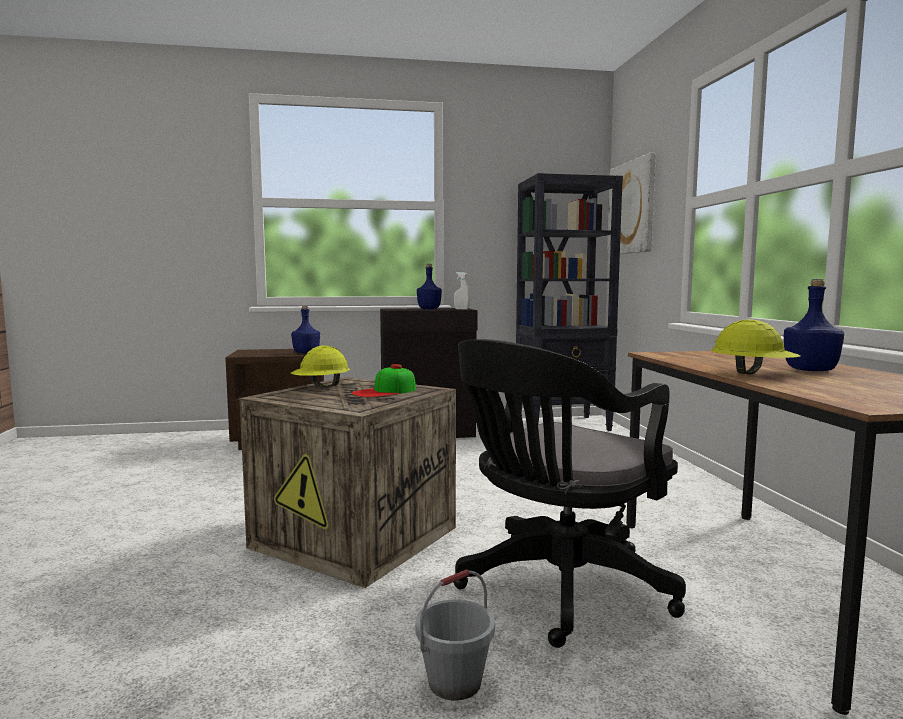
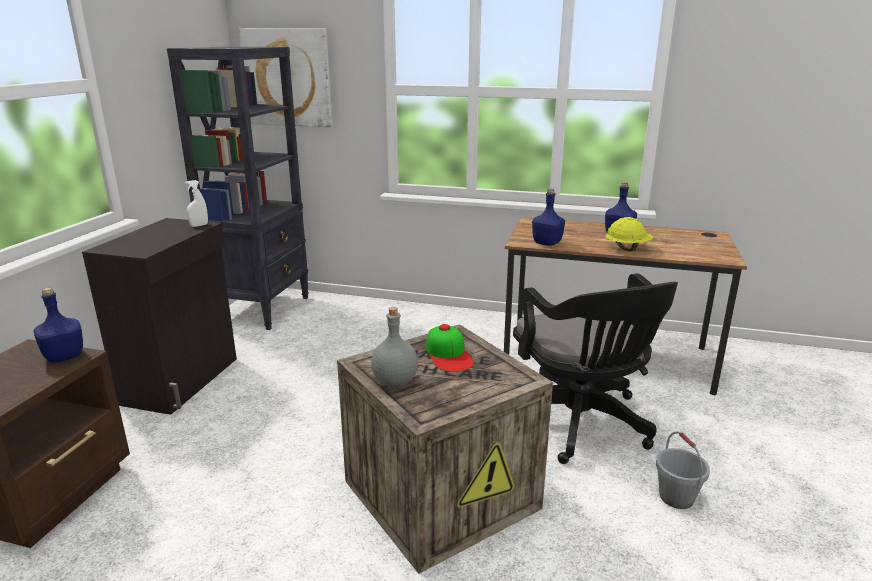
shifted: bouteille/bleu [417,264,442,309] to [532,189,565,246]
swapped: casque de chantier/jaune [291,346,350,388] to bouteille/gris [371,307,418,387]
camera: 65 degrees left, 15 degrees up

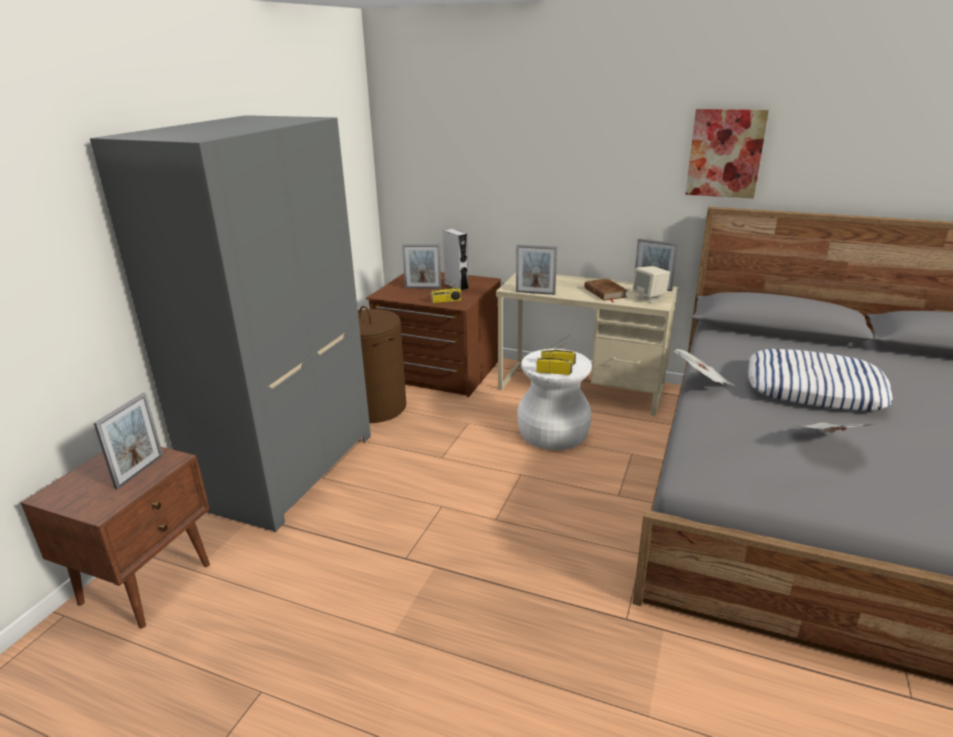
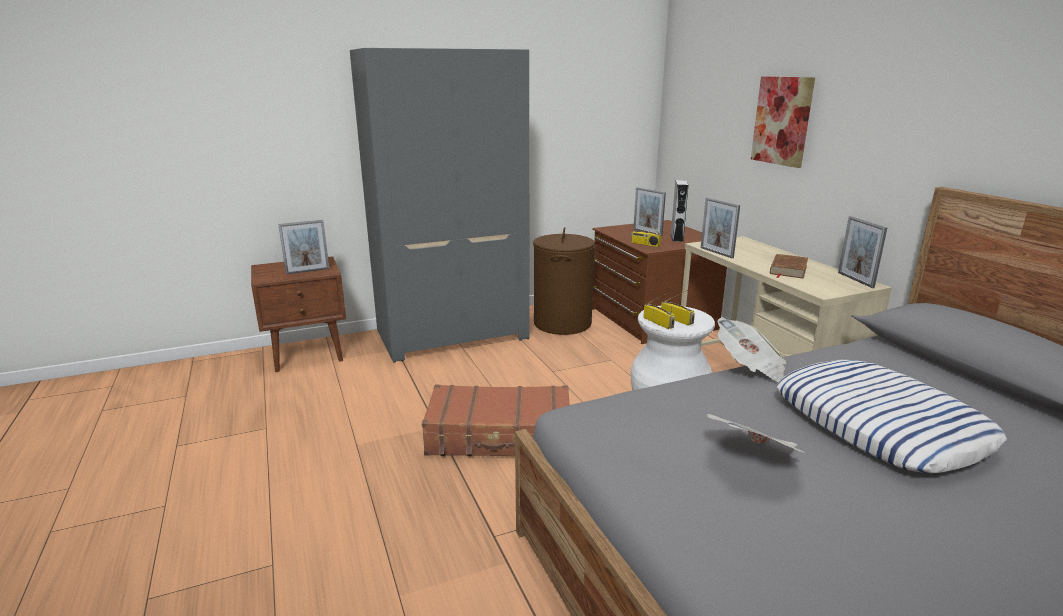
gone: enceinte/beige [632,266,670,303]
new: valise/marron [422,385,570,456]
shifted: tableau [685,109,769,199] to [751,76,815,168]
camera: 45 degrees right, 5 degrees down

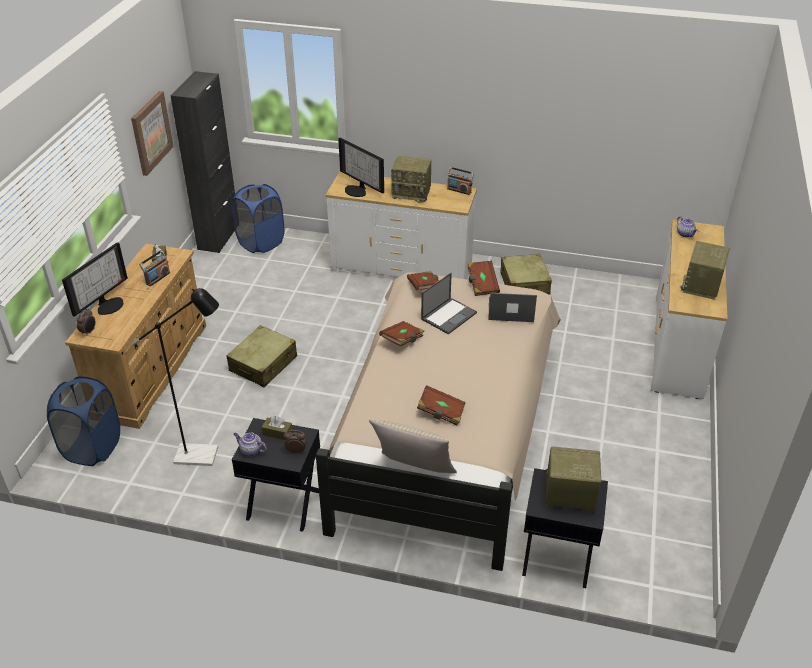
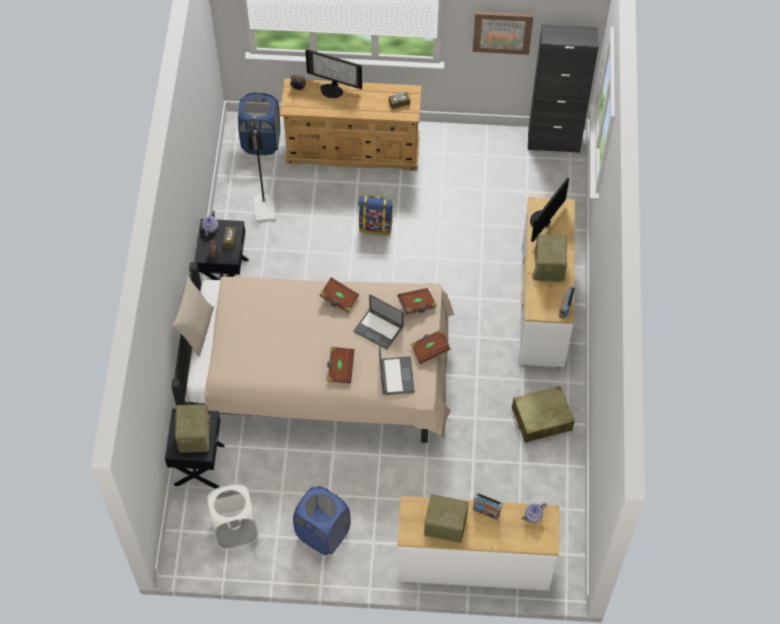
new: panier à linge/blanc [206,484,258,549]
shifted: radio [139,250,170,286] to [473,493,503,519]; panier à linge/bleu [232,184,285,253] to [293,486,351,555]; livre/marron [417,385,466,425] to [327,347,354,384]
swapped: valise/beige [226,325,297,388] to sac à dos [358,194,393,236]
camera: 80 degrees right, 20 degrees up

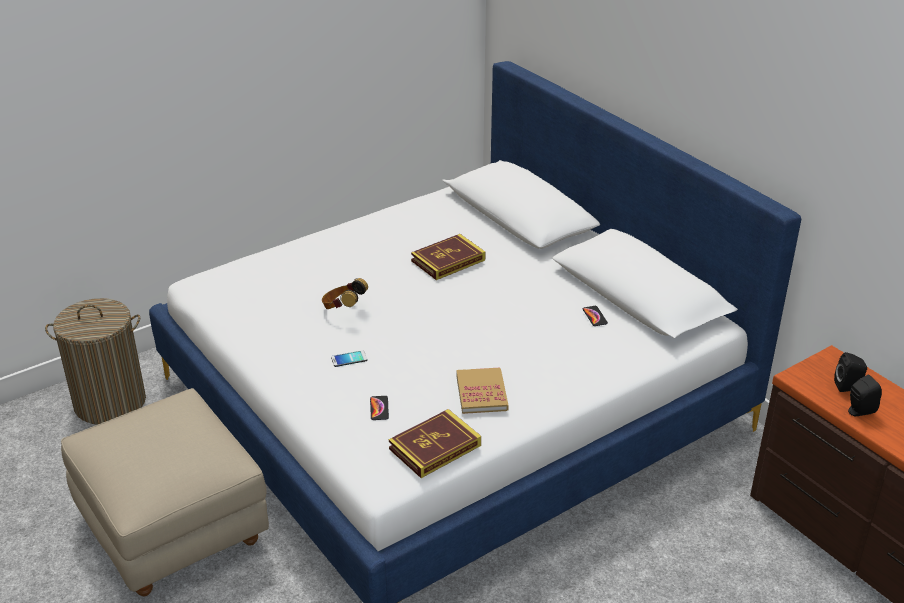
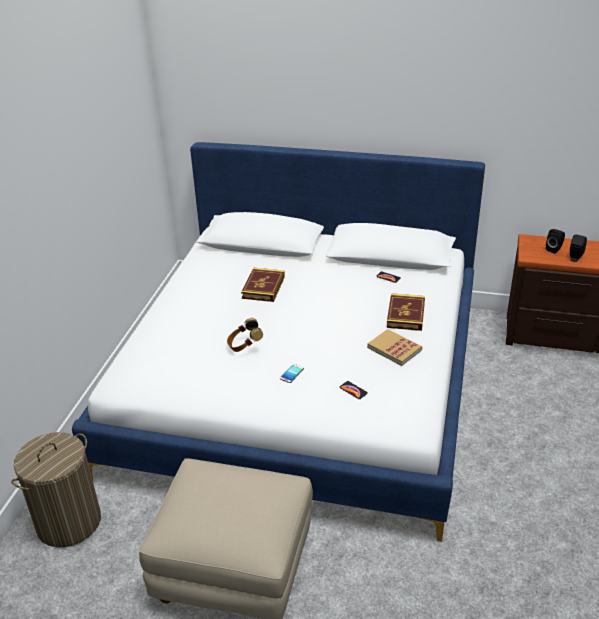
shifted: livre [389,409,481,478] to [387,293,425,331]
camera: 40 degrees left, 0 degrees up

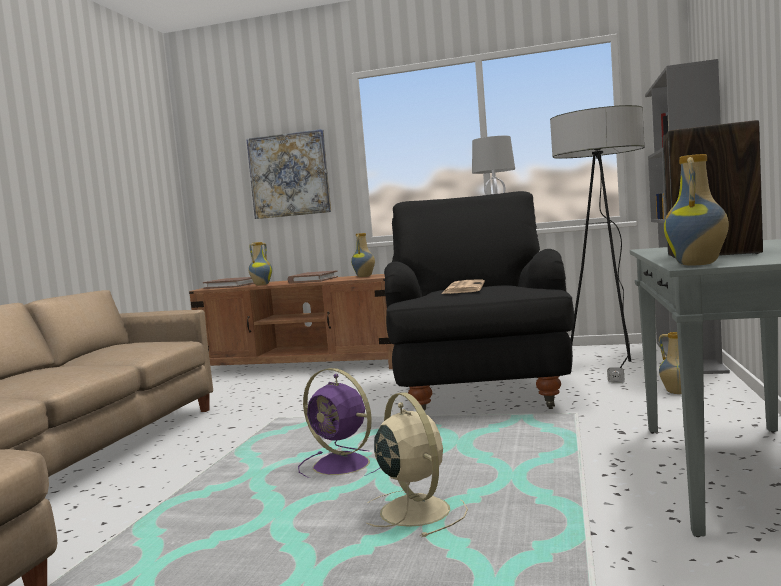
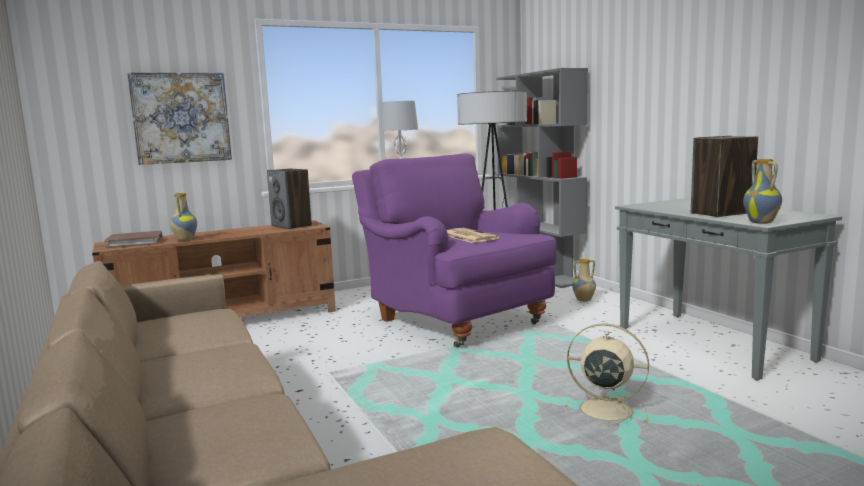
gone: livre/marron [287,270,338,284]; ventilateur/violet [298,368,380,478]
swapped: vase [351,233,375,277] to enceinte [267,169,312,229]
repainted: fauteuil/noir [384,191,574,412] to fauteuil/violet [352,153,557,348]
camera: 40 degrees left, 5 degrees up

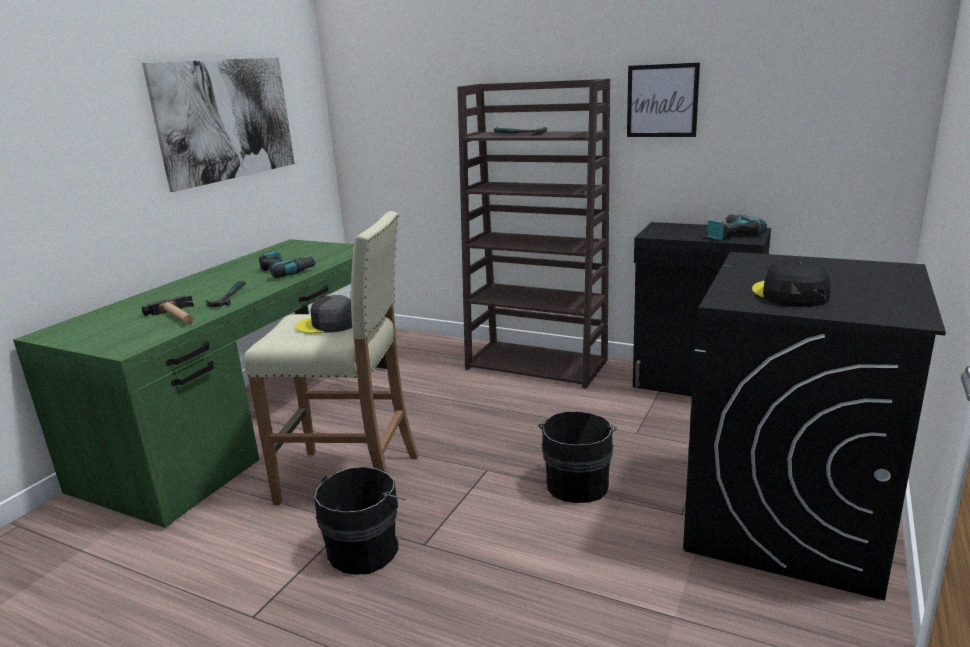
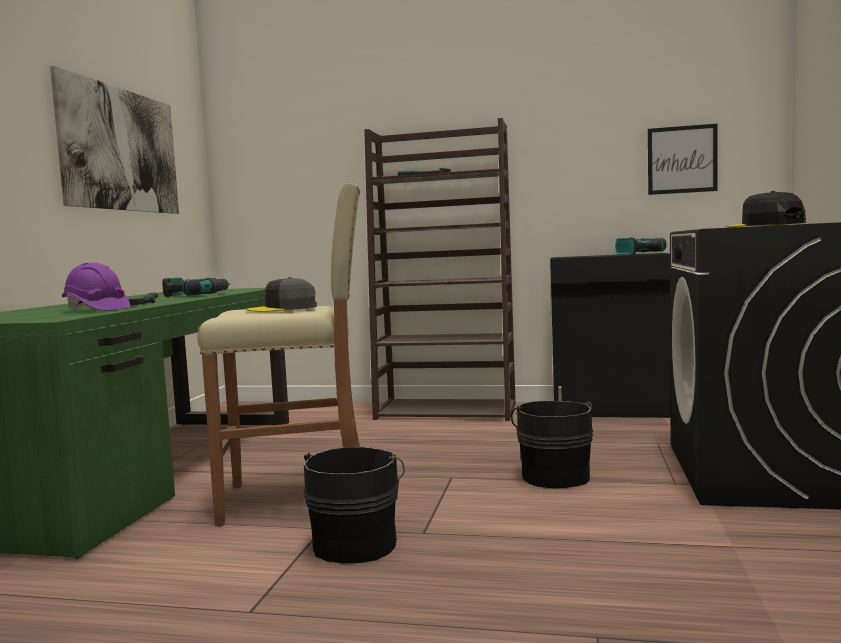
shifted: tableau [627,63,700,137] to [648,124,718,195]
swapped: marteau [142,296,194,325] to casque de chantier/violet [62,262,130,310]
camera: 15 degrees left, 15 degrees down

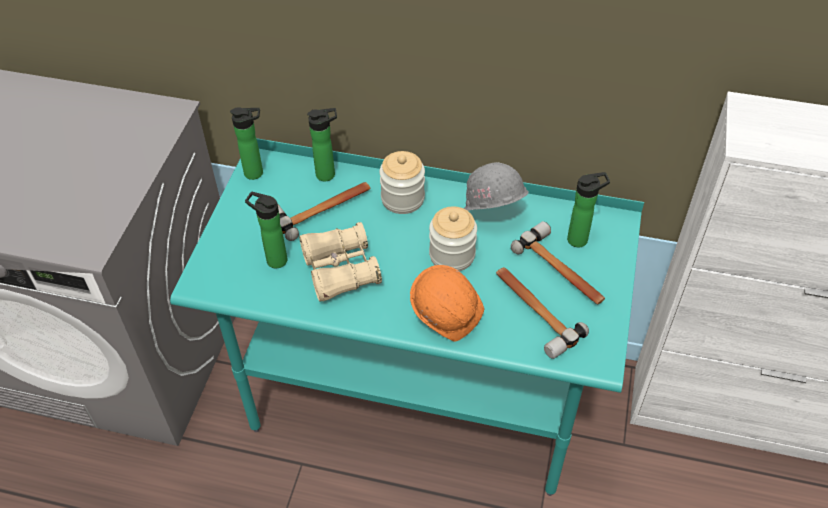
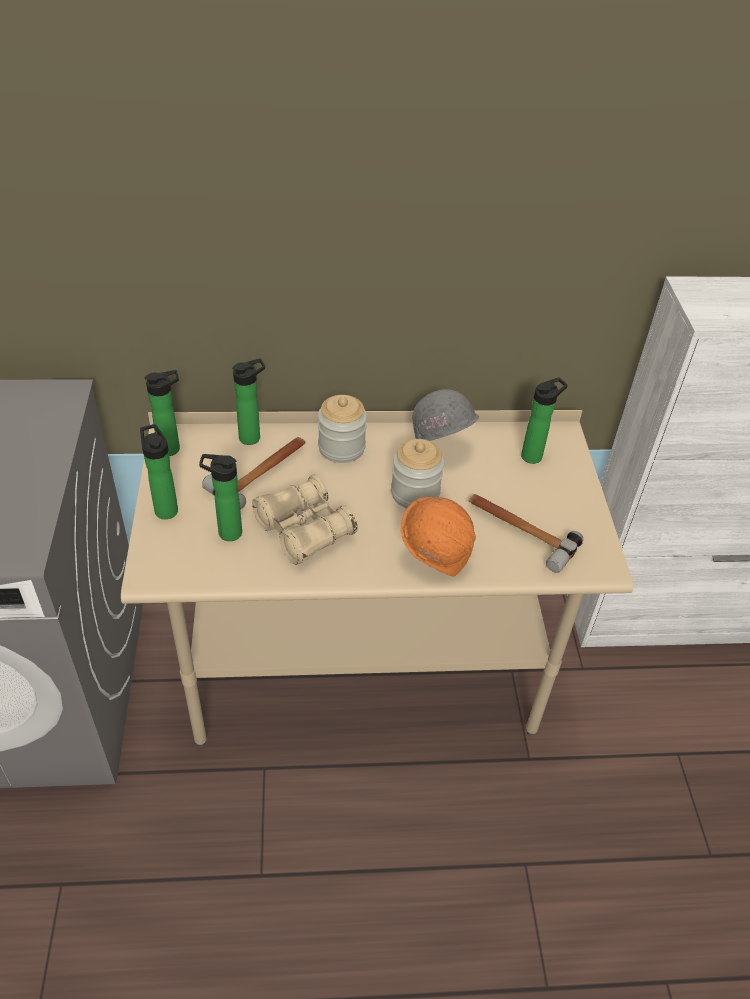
gone: marteau [511,221,605,304]
new: bouteille [140,424,178,519]
repainted: bureau/turquoise [170,138,644,496] to bureau/beige [121,410,633,747]
camera: 20 degrees left, 5 degrees down

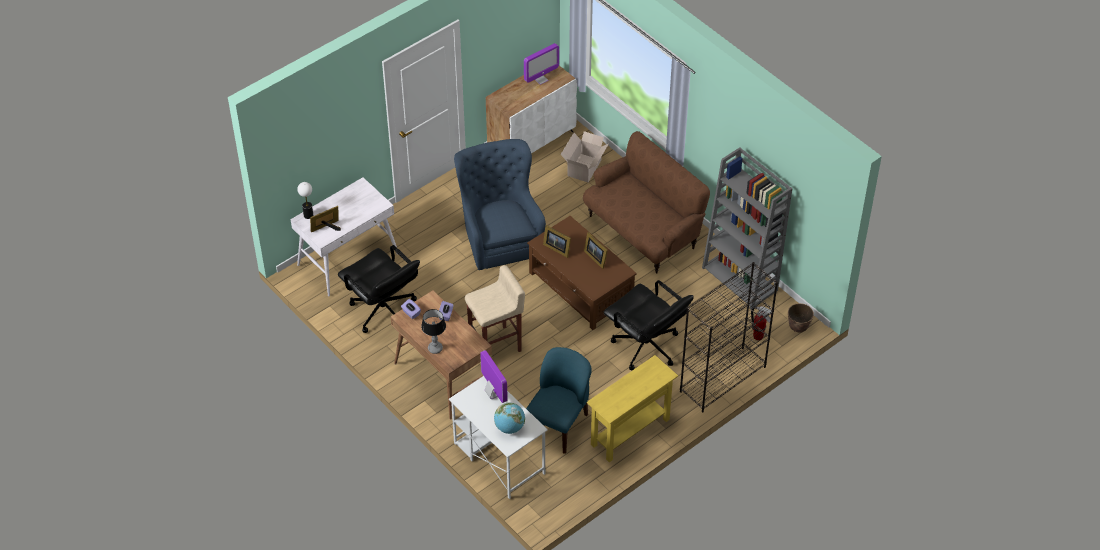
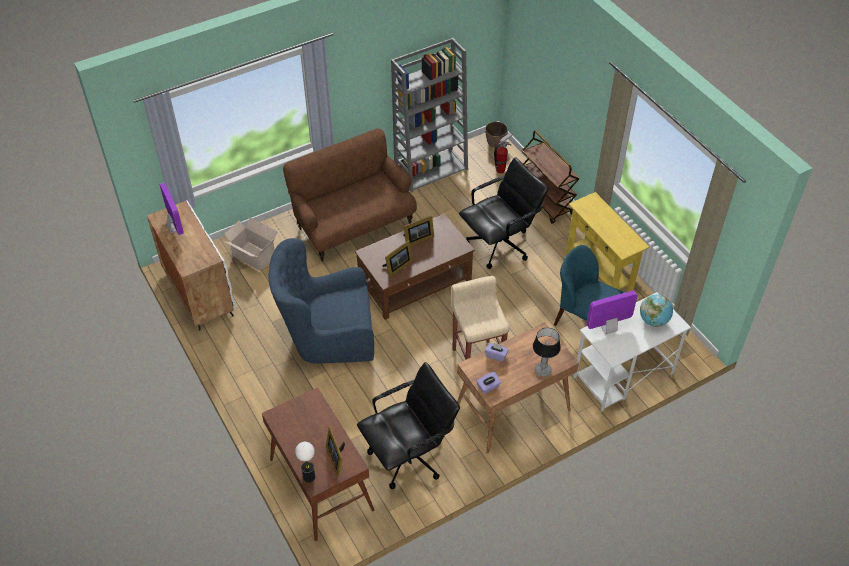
swapped: bibliothèque/noir [680,262,778,412] to chariot/marron [522,130,580,224]
repainted: bureau/blanc [290,177,398,296] to bureau/marron [262,387,374,541]
camera: 80 degrees left, 0 degrees up

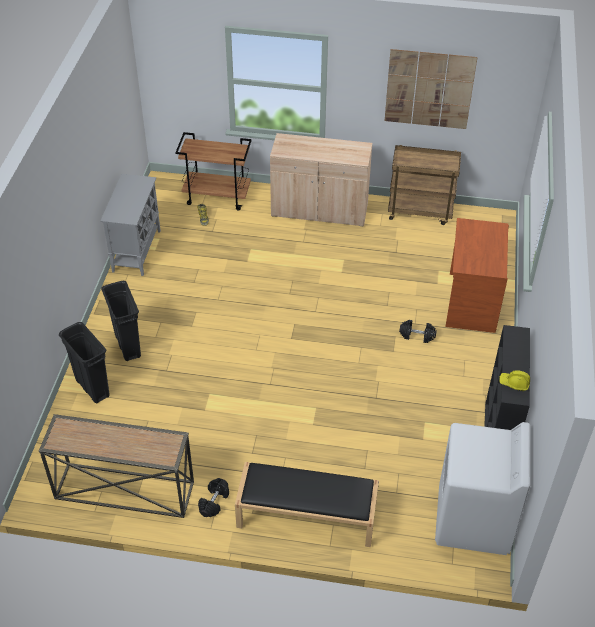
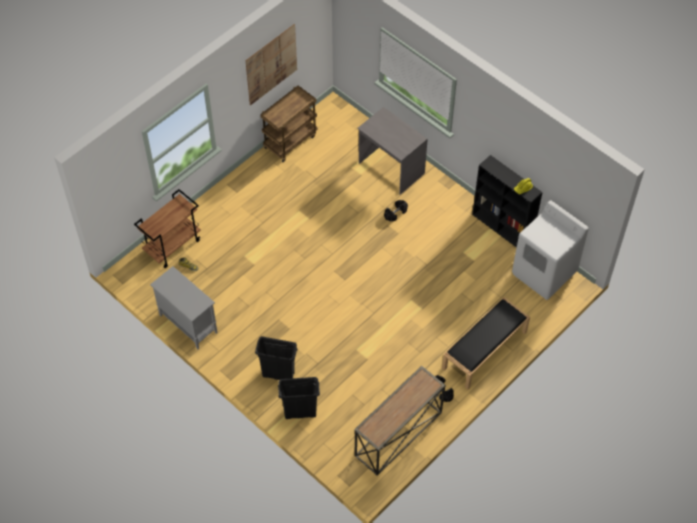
gone: meuble de rangement/beige [270,133,372,226]
repainted: bureau/marron [445,218,509,333] to bureau/gris [357,107,428,195]
camera: 55 degrees left, 10 degrees up

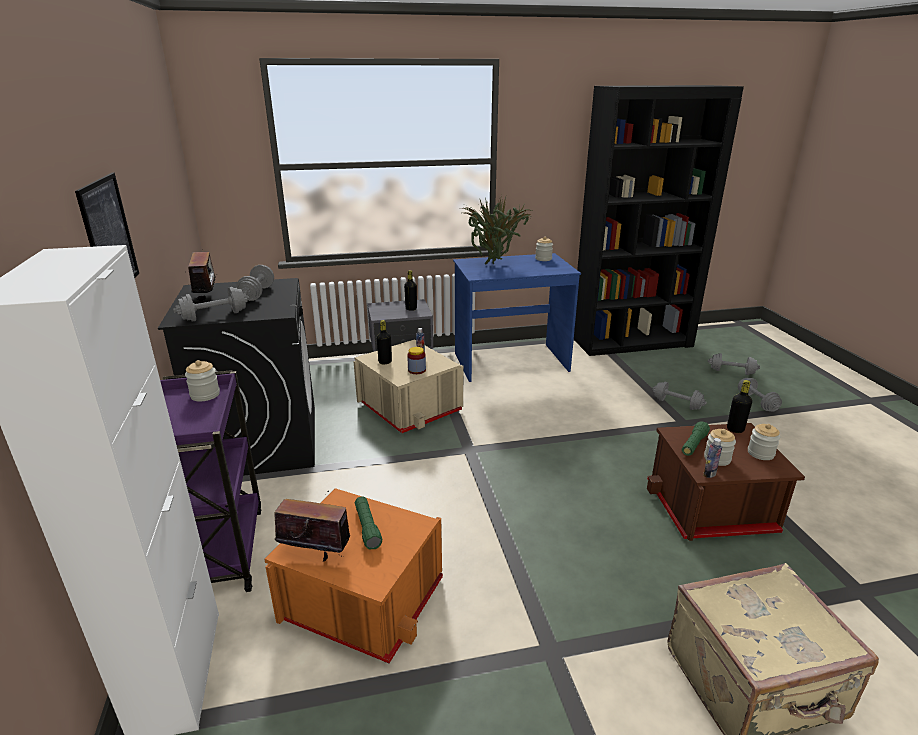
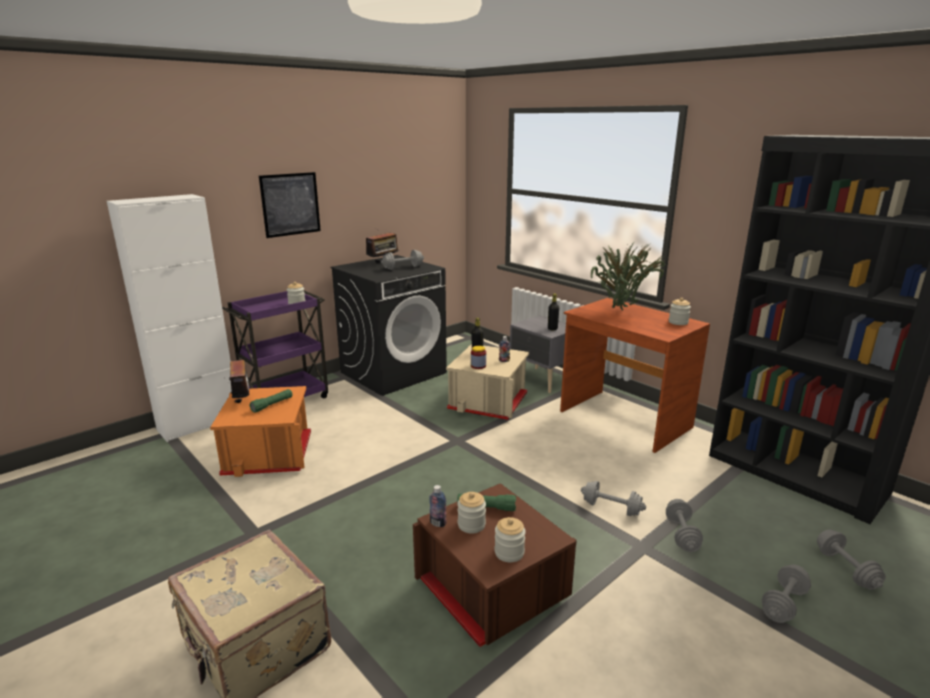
gone: bouteille/noir [727,380,752,433]
shifted: haltère/gris [173,287,249,322] to [581,481,646,516]
repainted: bureau/bleu [453,253,581,382] to bureau/marron [560,298,710,453]
camera: 60 degrees right, 5 degrees down

